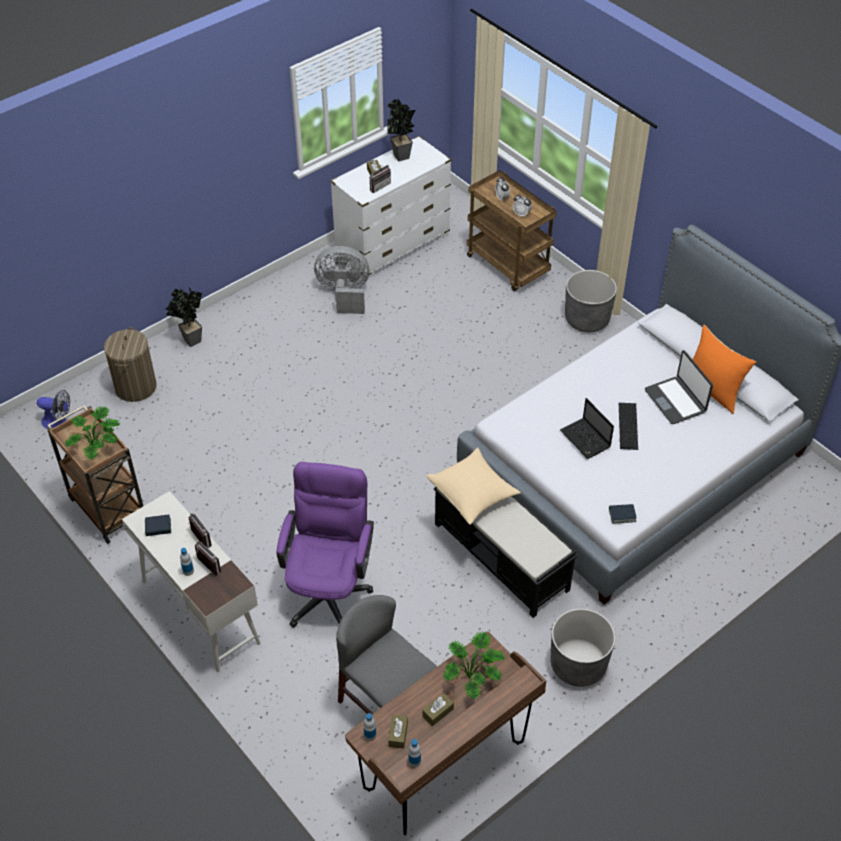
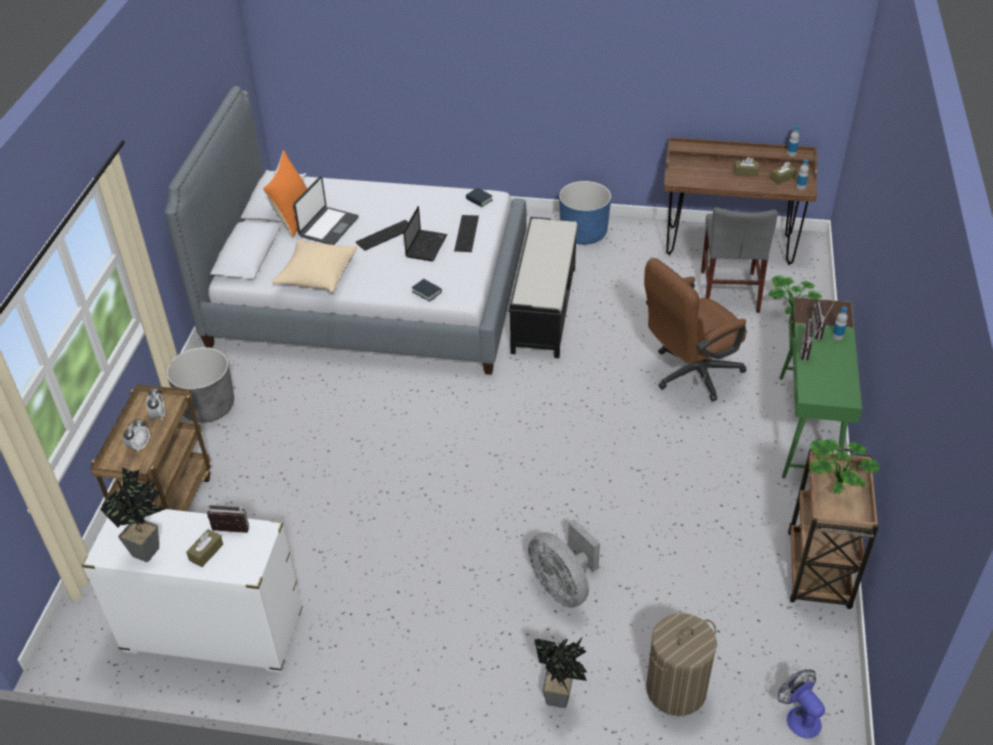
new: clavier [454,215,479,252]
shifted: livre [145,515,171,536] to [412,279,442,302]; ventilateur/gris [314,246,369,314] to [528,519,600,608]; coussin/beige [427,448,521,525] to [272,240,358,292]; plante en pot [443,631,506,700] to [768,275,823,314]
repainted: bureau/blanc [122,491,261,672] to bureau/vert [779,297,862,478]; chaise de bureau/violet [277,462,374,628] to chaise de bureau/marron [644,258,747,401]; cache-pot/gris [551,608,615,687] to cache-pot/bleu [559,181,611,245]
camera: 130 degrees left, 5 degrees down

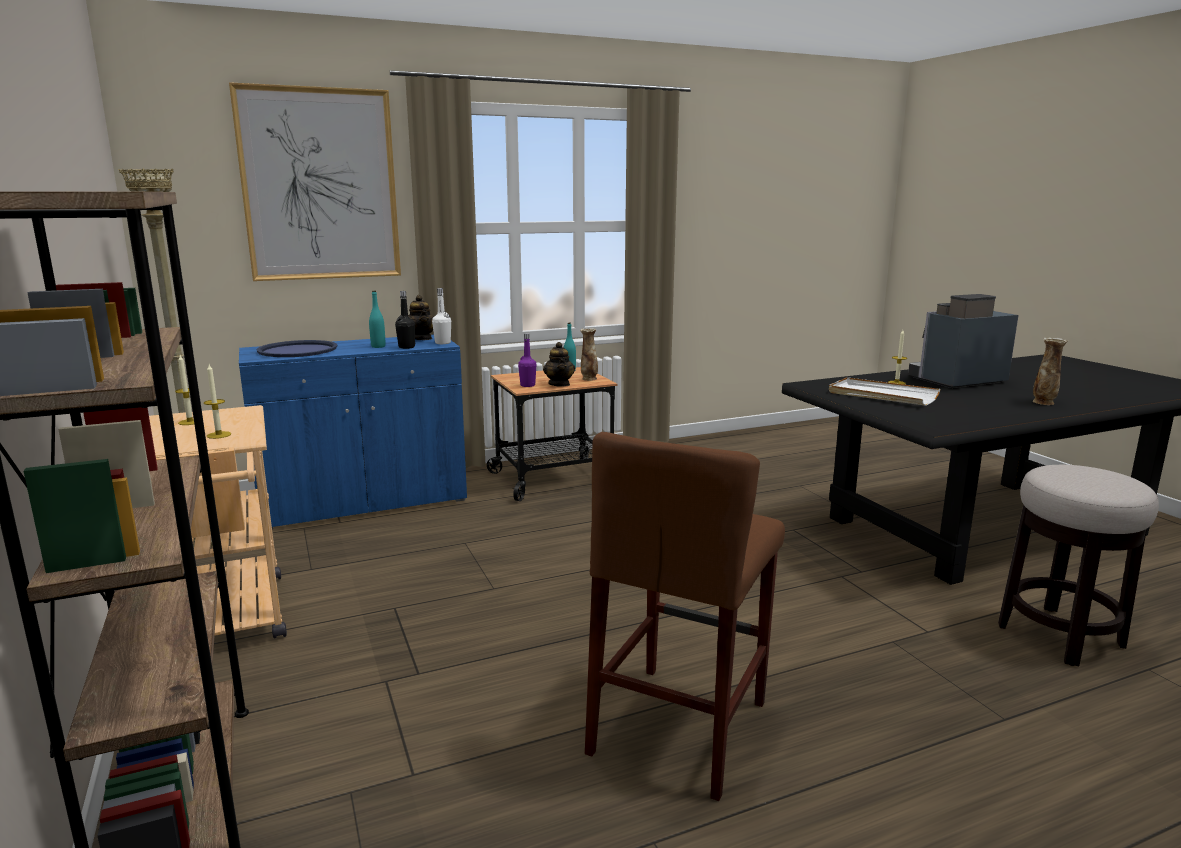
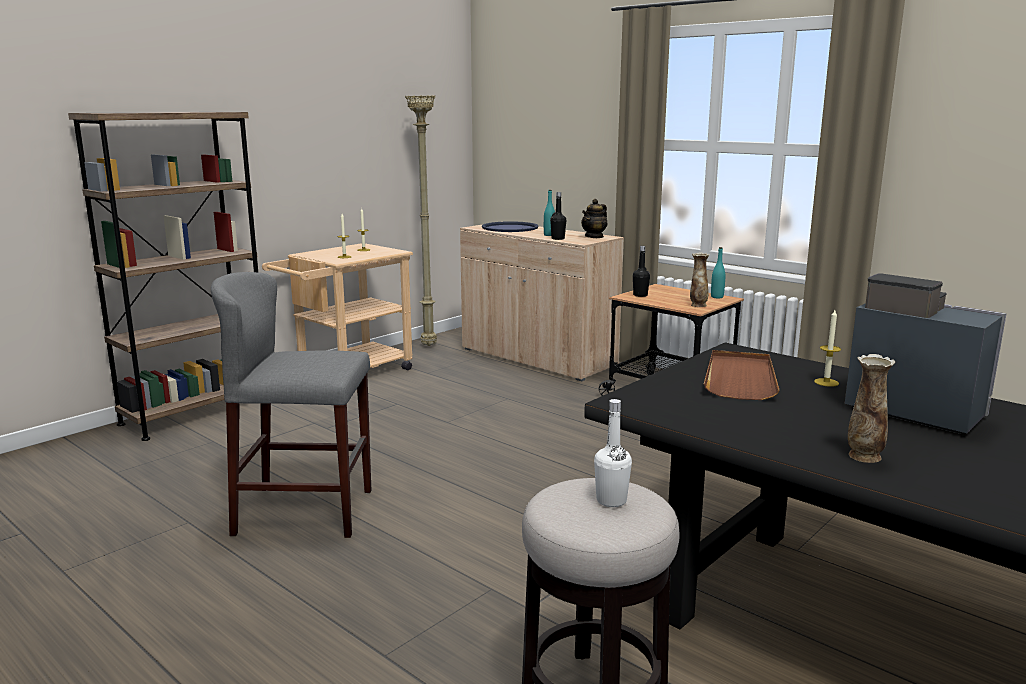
gone: tableau [229,82,401,281]; théière [543,342,575,387]
shifted: bouteille/blanc [432,288,451,344] to [594,399,632,507]
repainted: meuble de rangement/bleu [239,335,467,529] to meuble de rangement/beige [460,224,624,381]; bouteille/violet [518,333,536,387] to bouteille/noir [633,246,650,297]; tabouret/marron [585,432,785,801] to tabouret/gris [211,272,371,538]; plateau/blanc [829,377,940,406] to plateau/marron [704,350,780,400]
camera: 65 degrees right, 0 degrees up

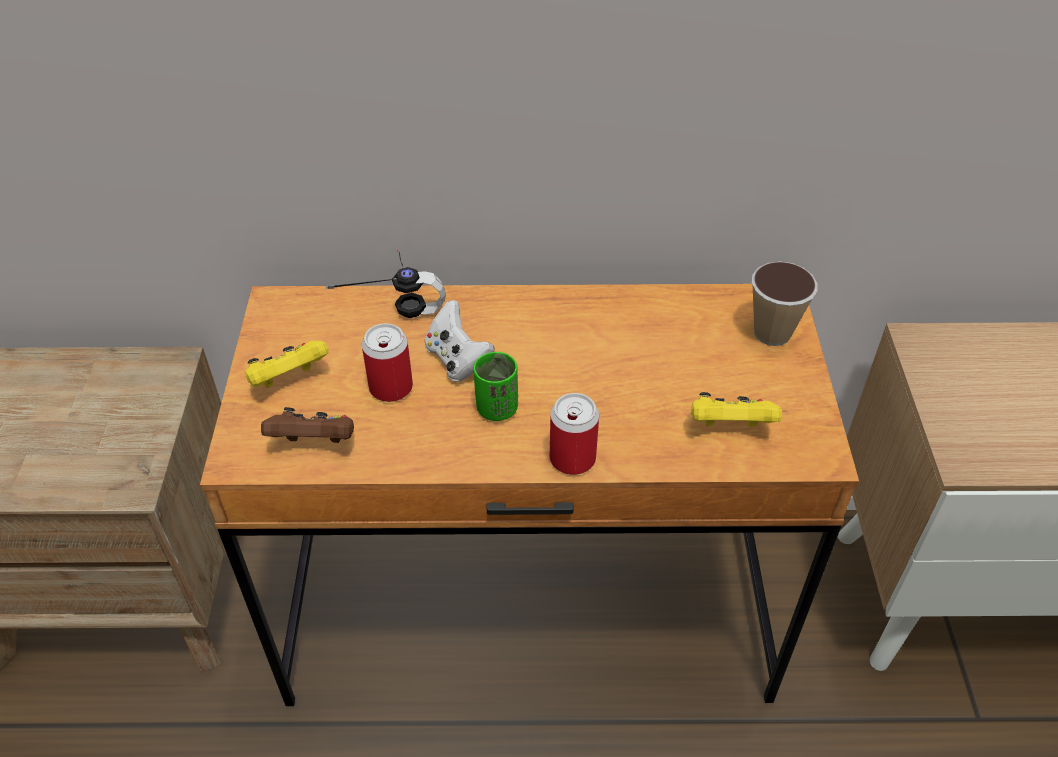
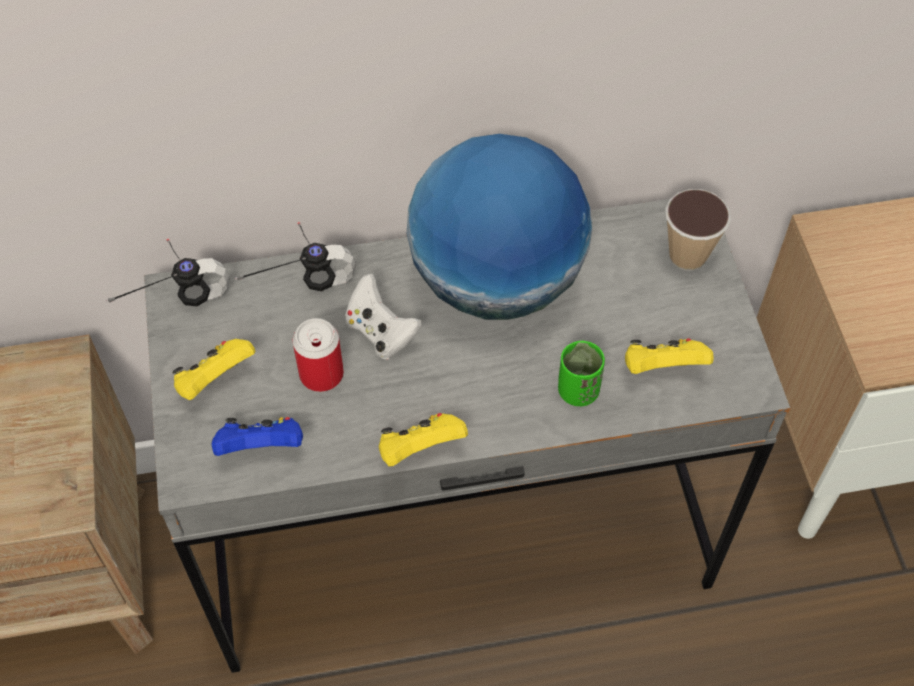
gone: boîte métallique [550,393,599,475]
new: casque audio [106,239,229,307]; manette/jaune [379,413,468,466]; globe [407,134,592,320]
shifted: tasse/vert [473,352,518,421] to [558,341,605,406]
repainted: bureau/marron [200,284,859,706] to bureau/gris [144,199,790,673]; manette/marron [261,407,354,443] to manette/bleu [212,417,303,456]
camera: 10 degrees left, 10 degrees up

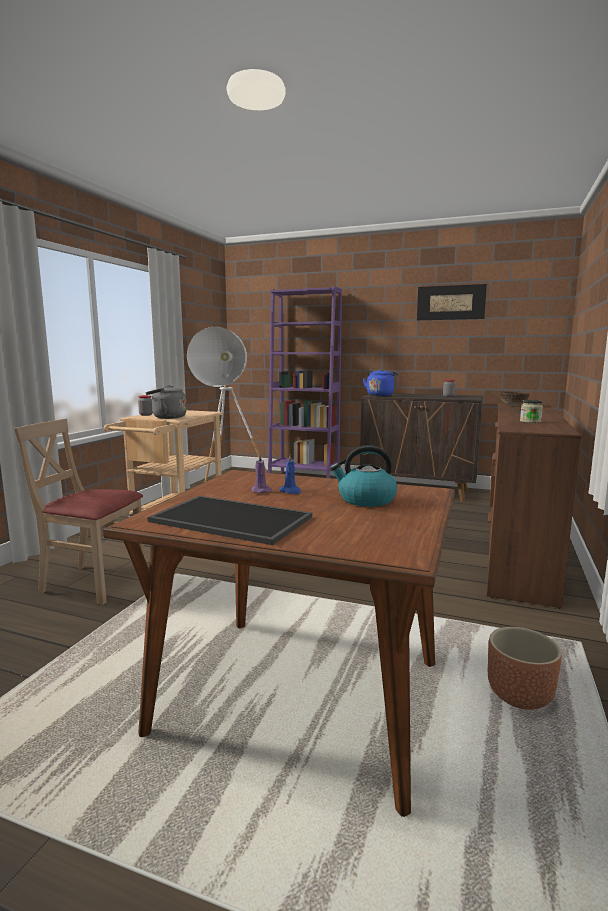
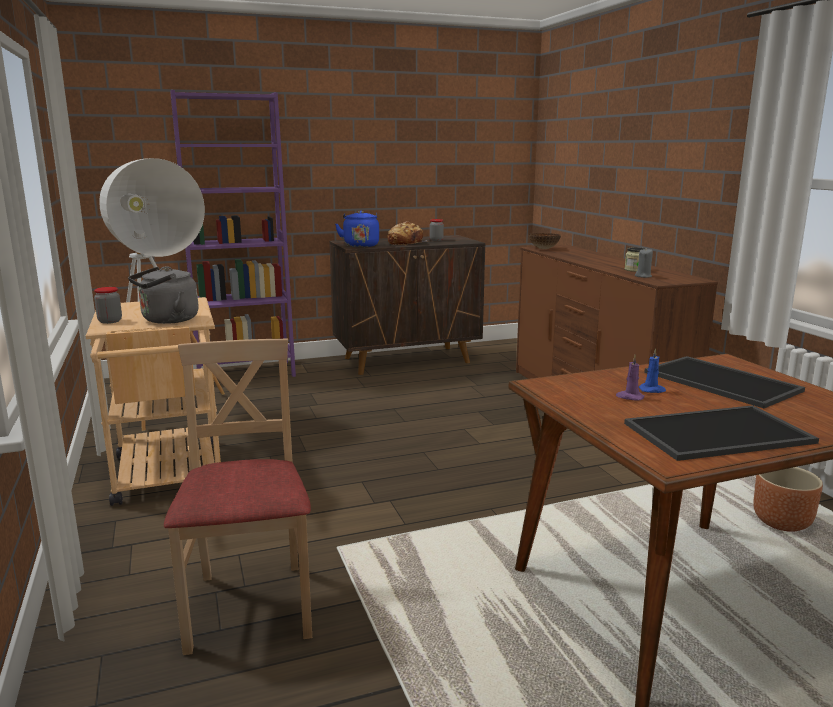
gone: tableau [417,284,487,320]
new: pain [388,222,427,246]; bougie/gris [635,249,653,278]
swapped: bouilloire [330,445,397,507] to plateau [644,356,805,408]
rotated: chaise/beige [14,419,145,605] = [164,338,312,655] 105 degrees clockwise
camera: 40 degrees left, 5 degrees up

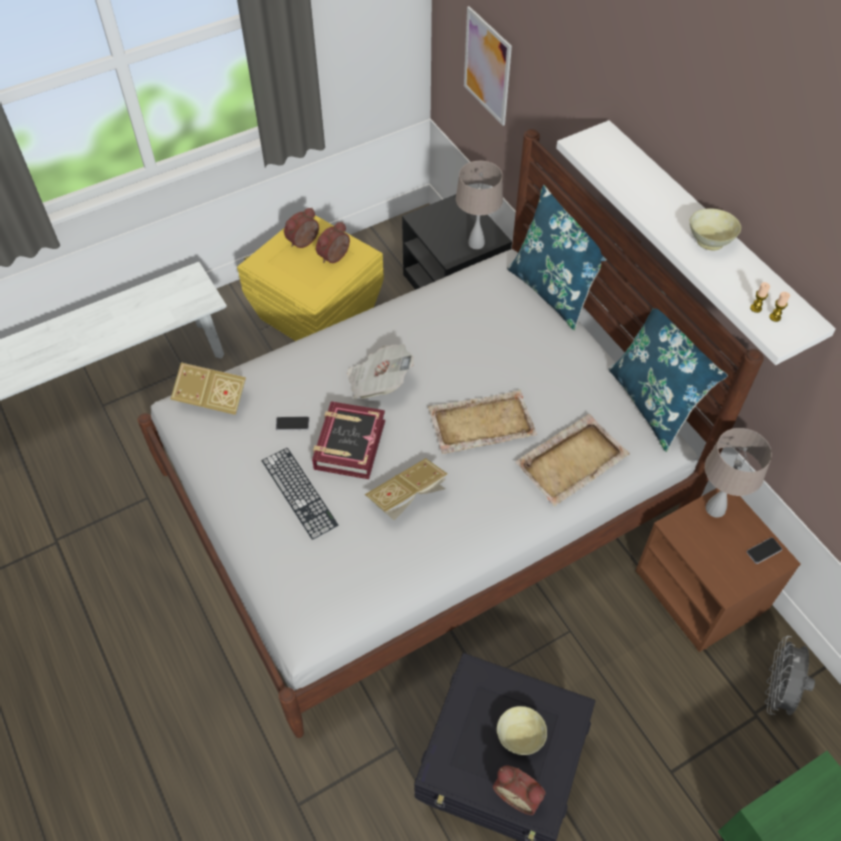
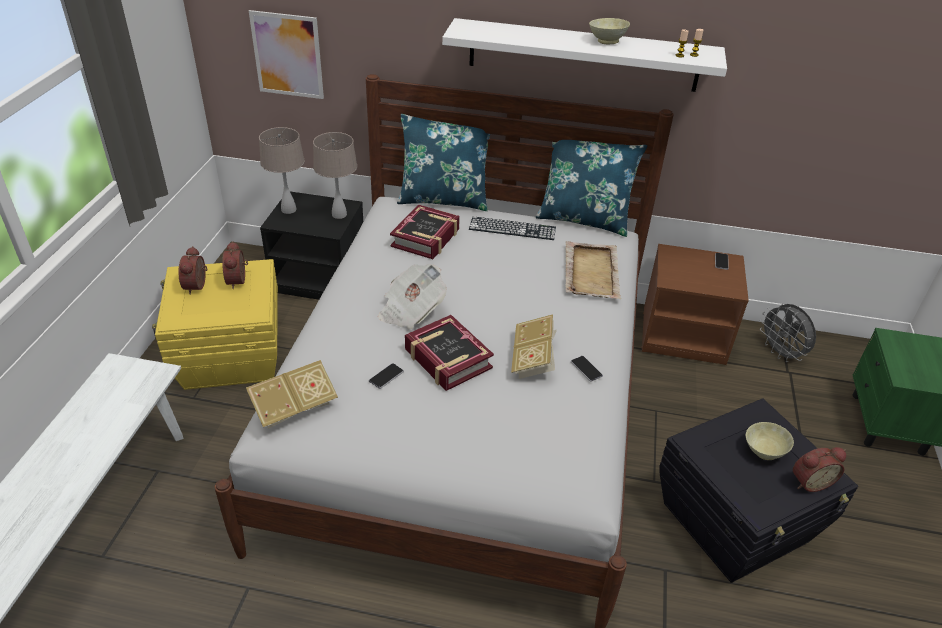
gone: plateau/beige [428,389,537,454]
new: livre [390,205,460,259]; téléphone [571,356,603,382]
shifted: clavier [262,448,338,540] to [469,216,556,240]; lampe de table/beige [705,428,772,518] to [259,127,305,214]
camera: 50 degrees left, 15 degrees down

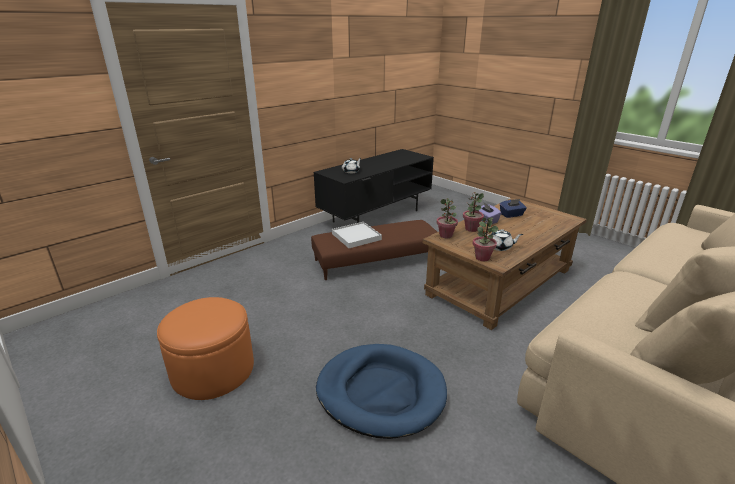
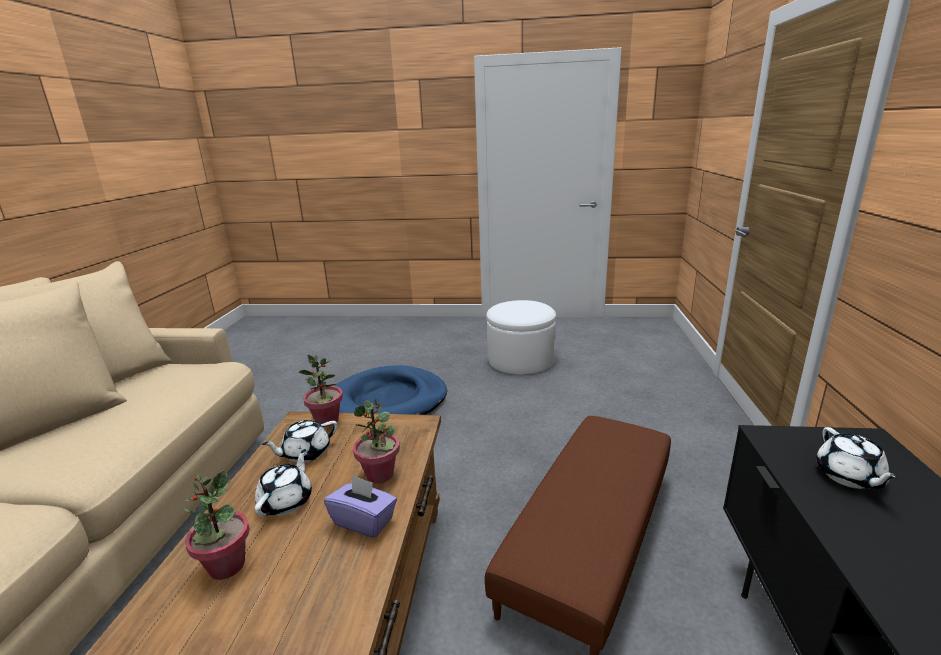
gone: plateau/blanc [332,222,382,248]; boîte à mouchoirs/bleu [500,199,527,218]
new: théière/blanc [254,449,312,517]
shifted: plante en pot [437,198,458,238] to [183,471,250,580]
repainted: pouf/orange [157,297,254,400] to pouf/blanc [487,300,556,375]
camera: 140 degrees right, 5 degrees down

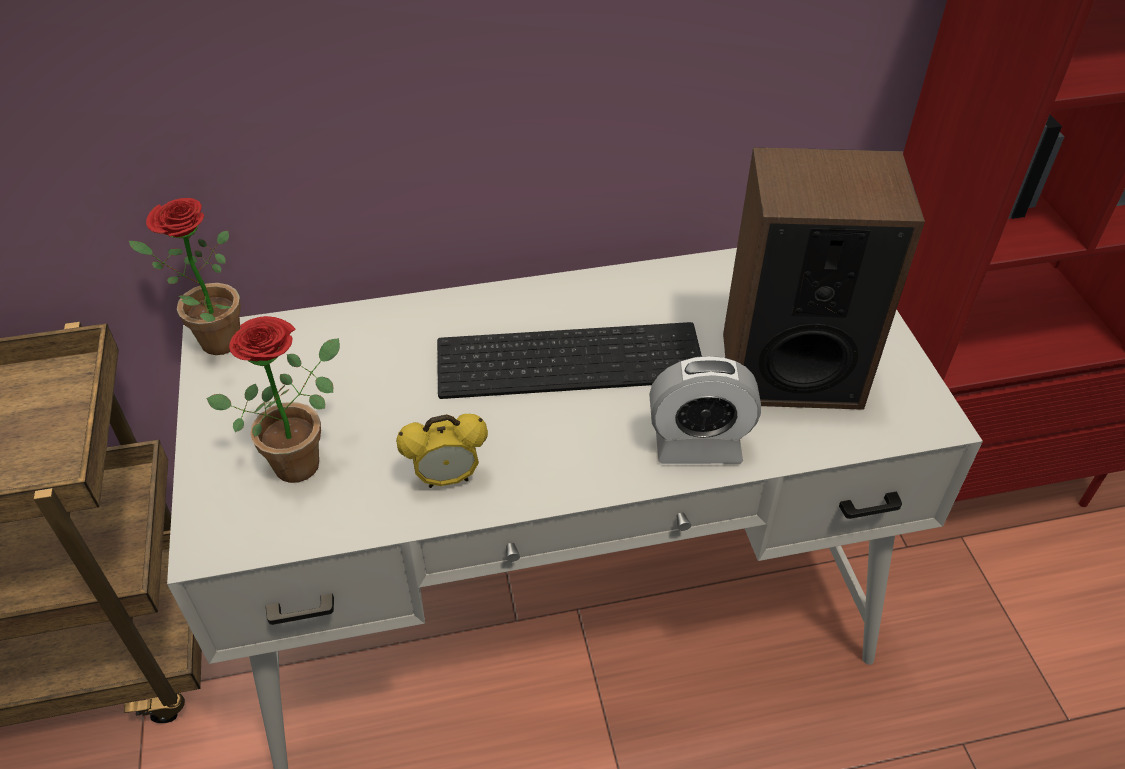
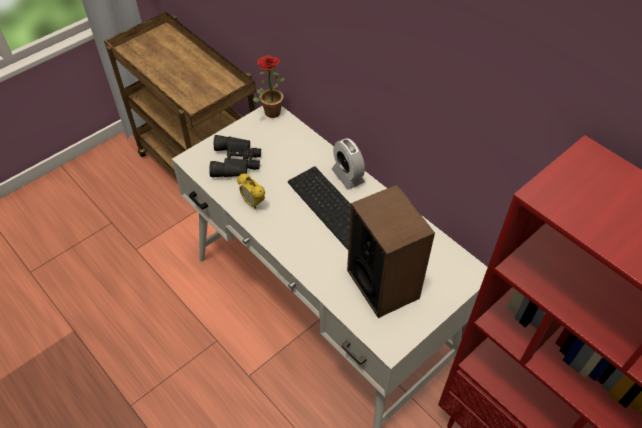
shifted: réveil [649,356,761,464] to [332,138,365,189]
swapped: plante en pot [206,316,340,483] to jumelles/noir [209,135,261,177]
camera: 60 degrees right, 5 degrees up

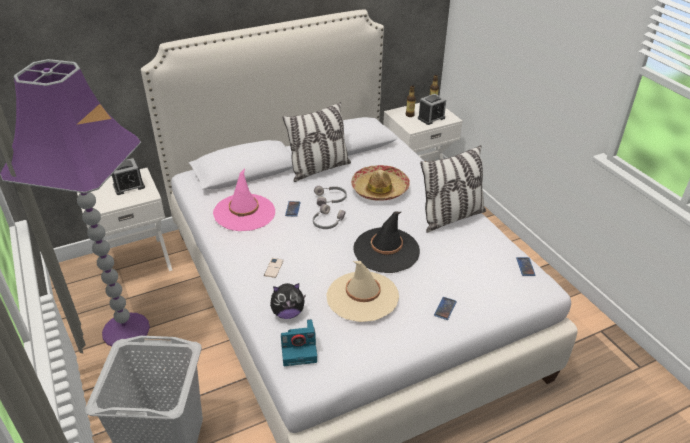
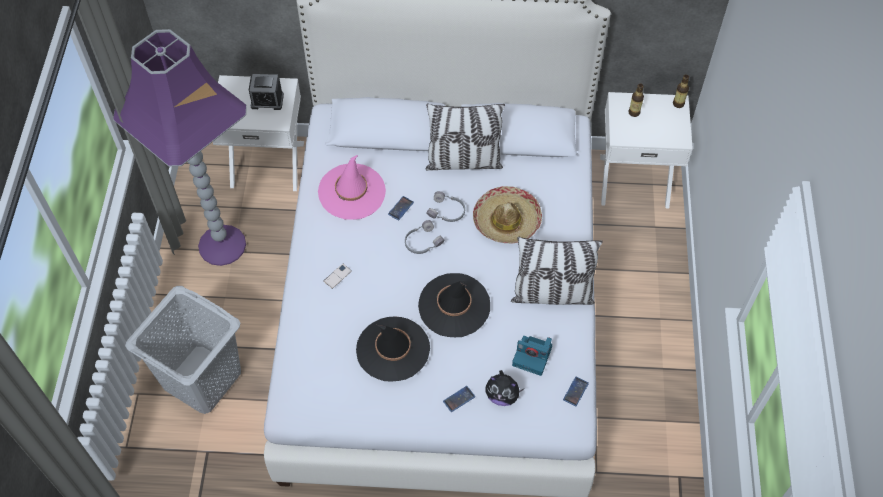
gone: réveil [418,94,446,125]
shifted: peluche [270,283,306,319] to [485,370,524,406]; appareil photo [281,319,317,366] to [512,336,552,376]
repainted: chapeau/beige [327,261,399,322] to chapeau/noir [356,316,430,381]
camera: 30 degrees right, 20 degrees up

